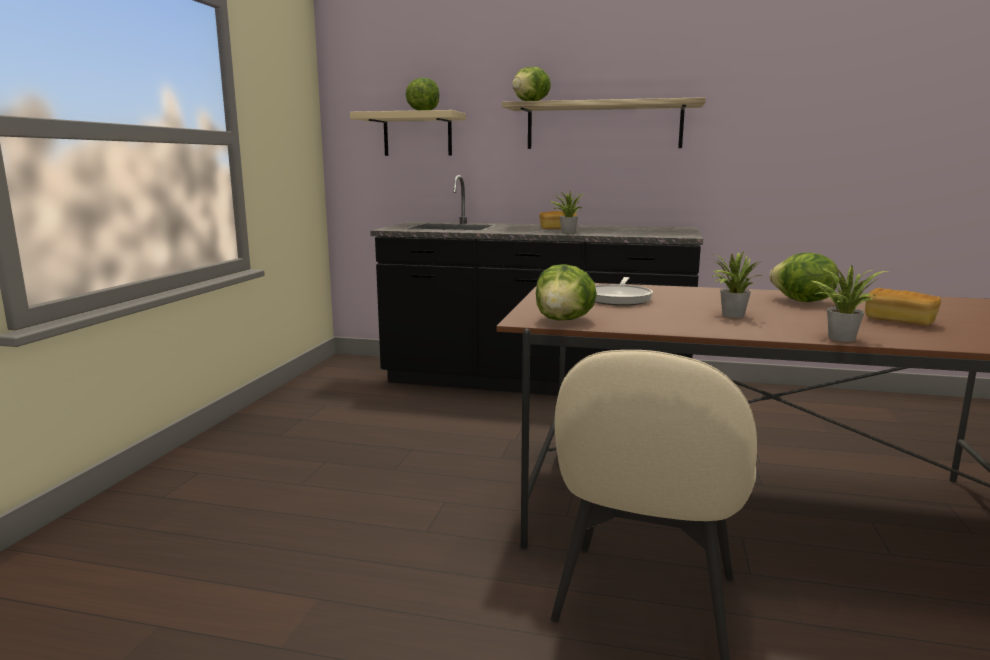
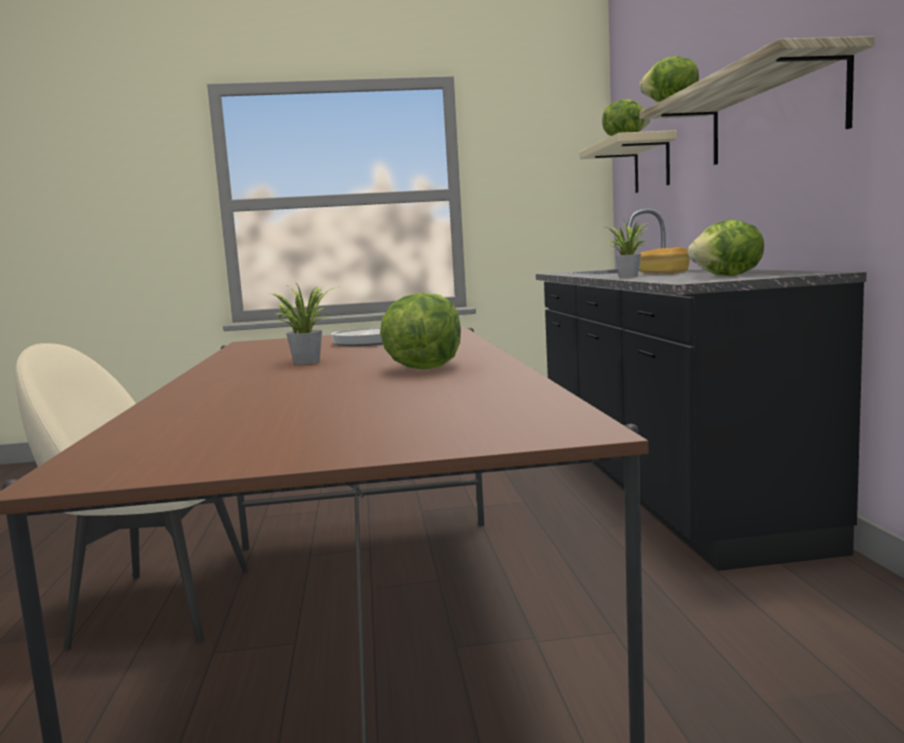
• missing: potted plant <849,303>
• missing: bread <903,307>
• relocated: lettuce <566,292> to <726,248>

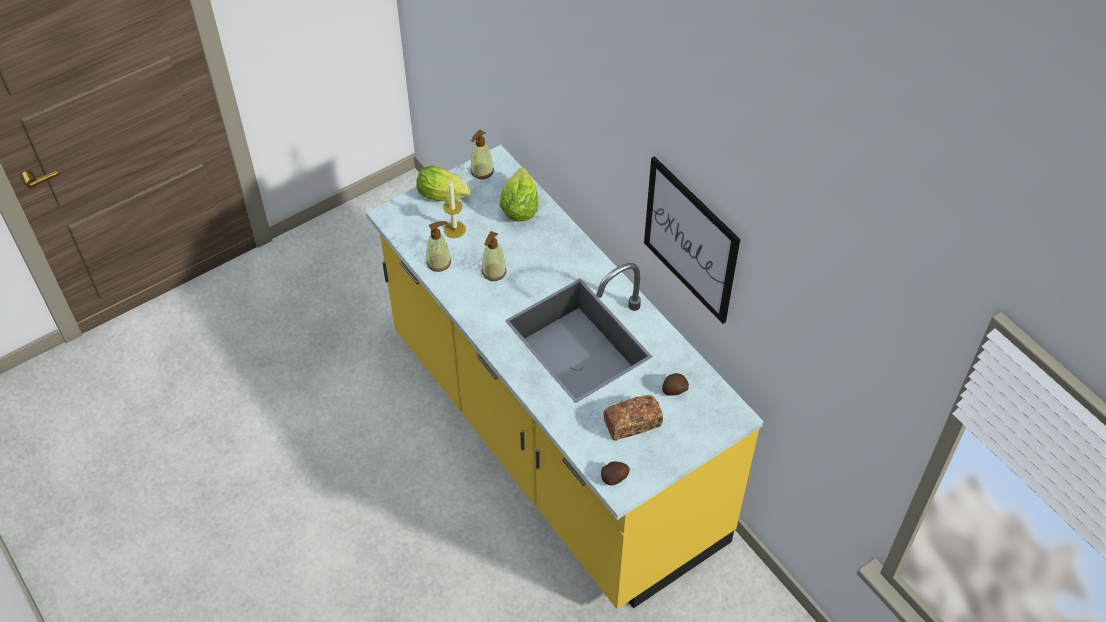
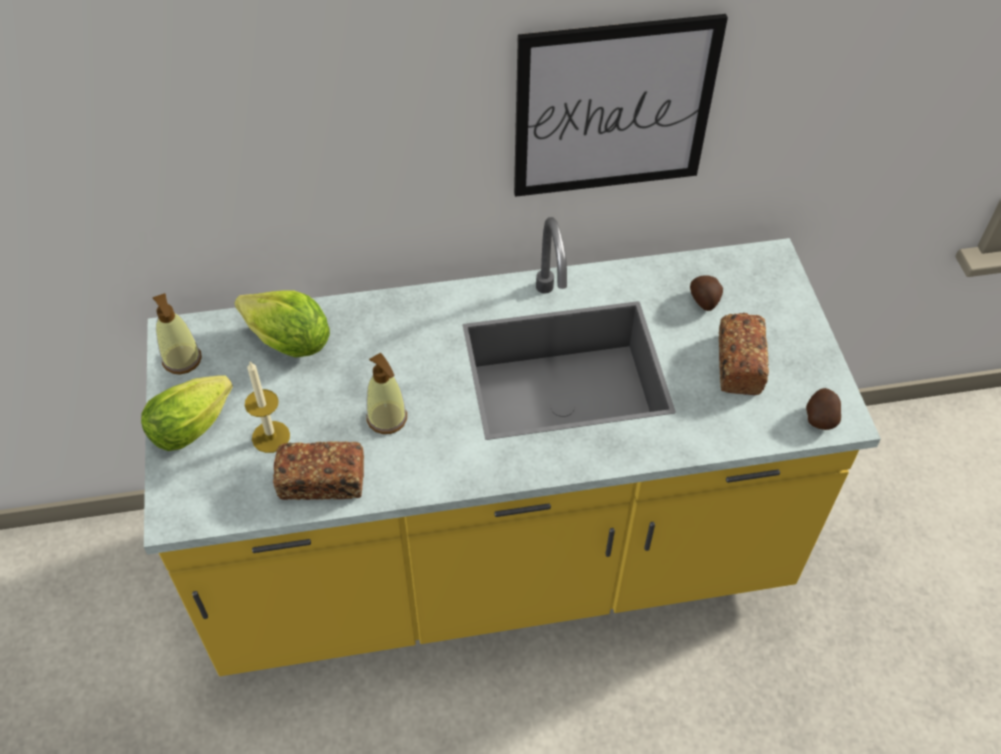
• exchanged: soap dispenser <438,246> to bread <318,470>

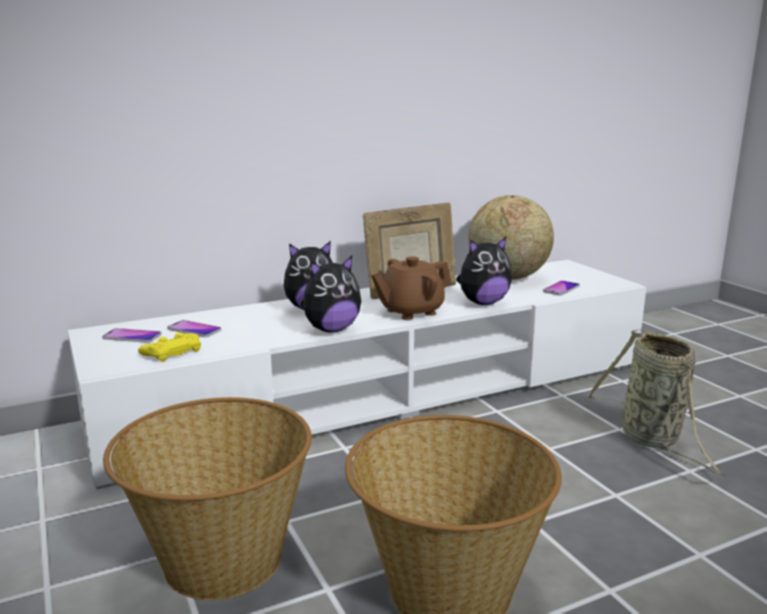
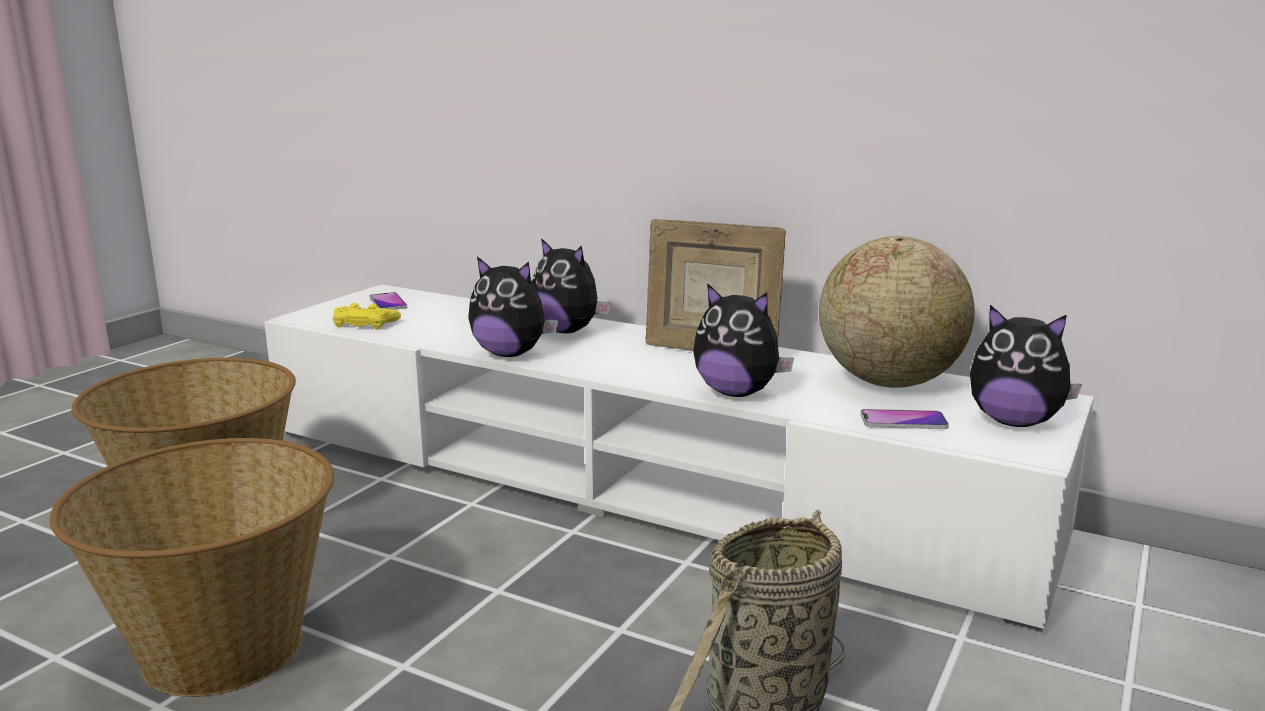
• missing: phone <194,328>
• missing: brown teapot <411,288>
• appeared: plush toy <1026,366>

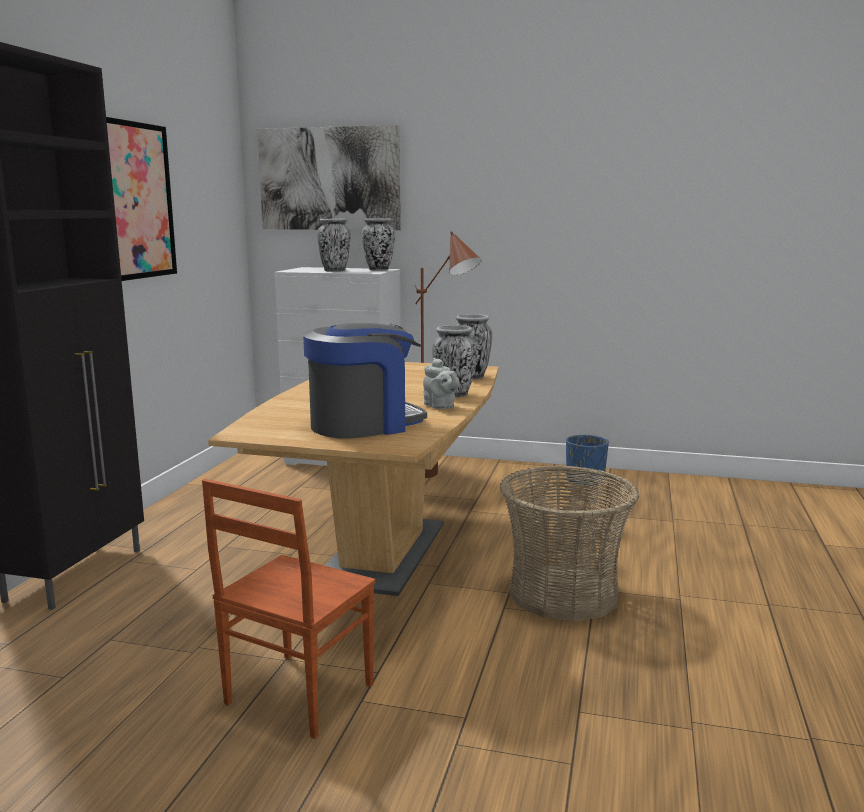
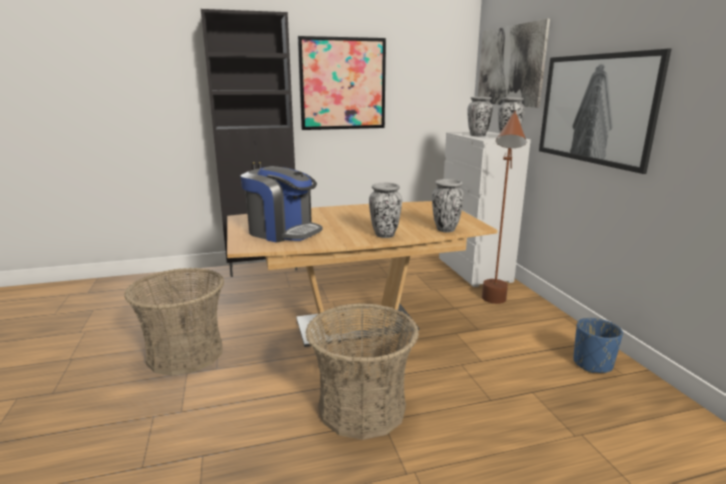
• missing: grey teapot <441,383>
• appeared: picture <605,111>
• exchanged: brown chair <288,609> to basket <174,322>

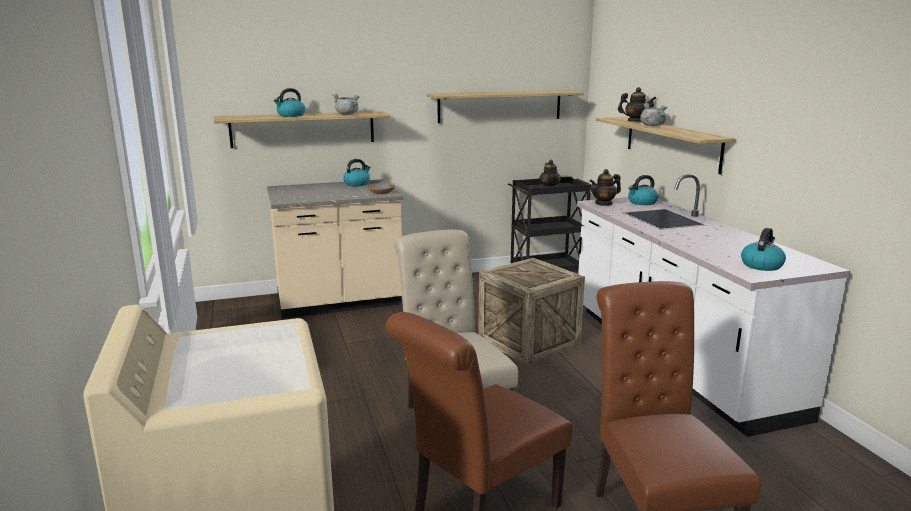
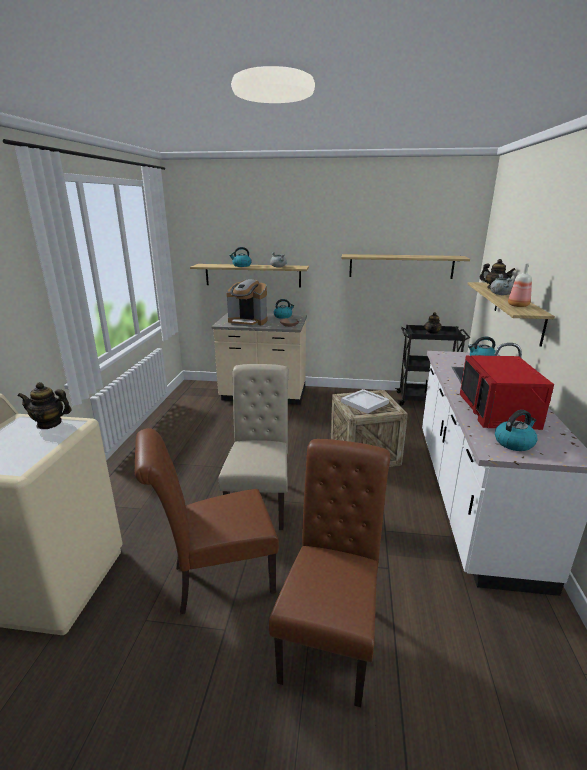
• appeared: coffee machine <246,303>
• appeared: white tray <365,401>
• appeared: red microwave <507,392>
• appeared: bottle <520,285>
• relocated: teapot <605,187> to <44,405>

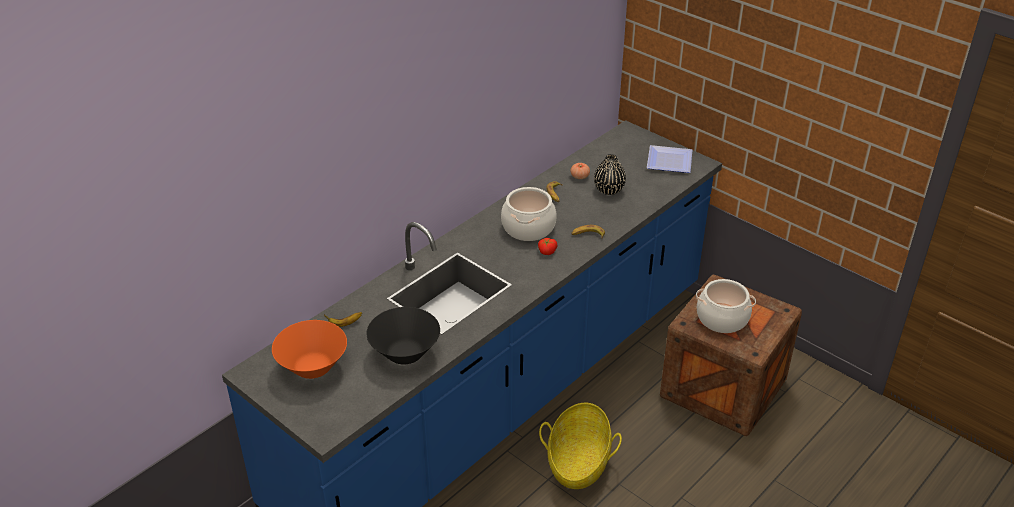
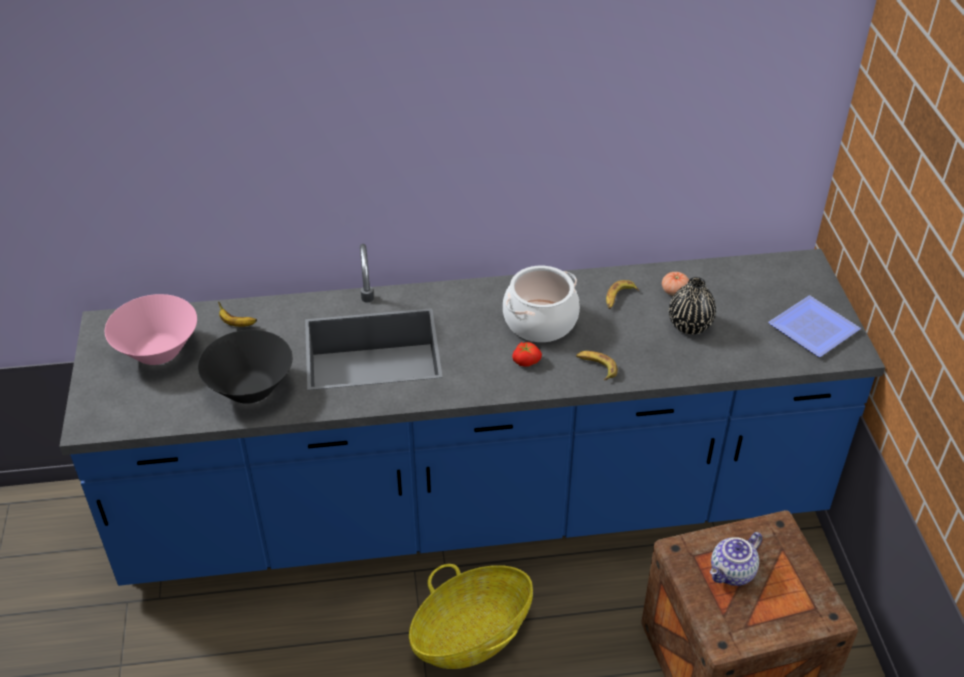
• exchanged: cooking pot <726,306> to teapot <736,559>
• colour: orange bowl <309,349> to pink bowl <151,329>

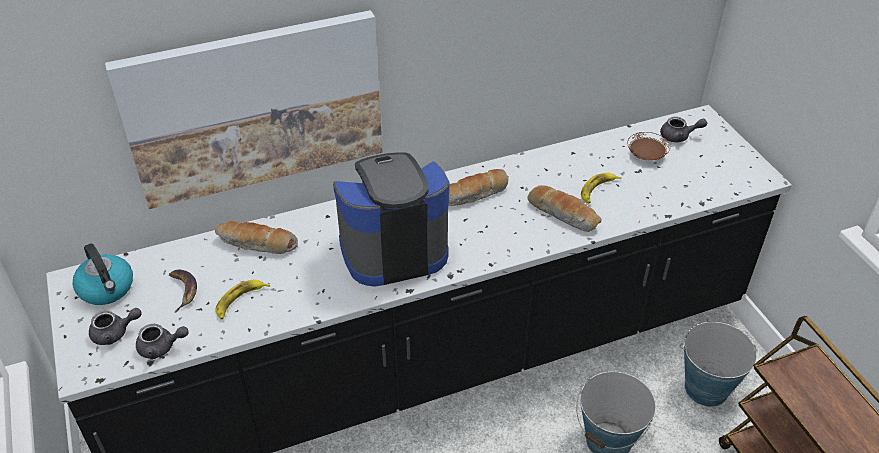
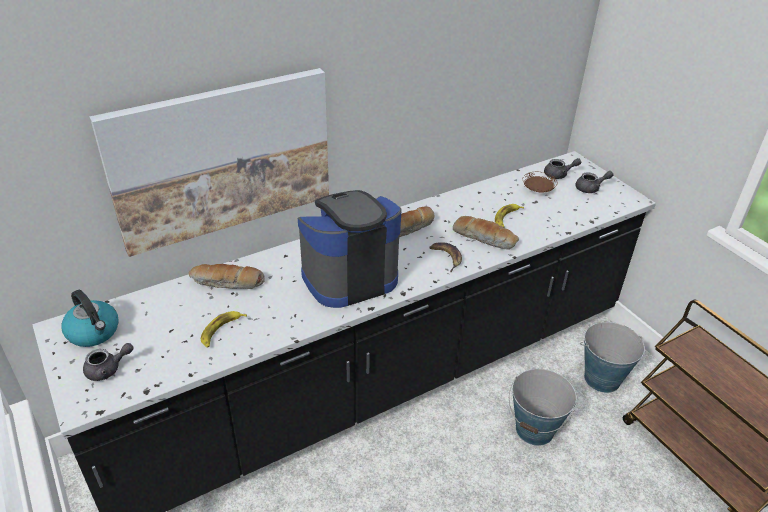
• relocated: grey teapot <162,341> to <594,182>
• relocated: banana <183,291> to <445,257>

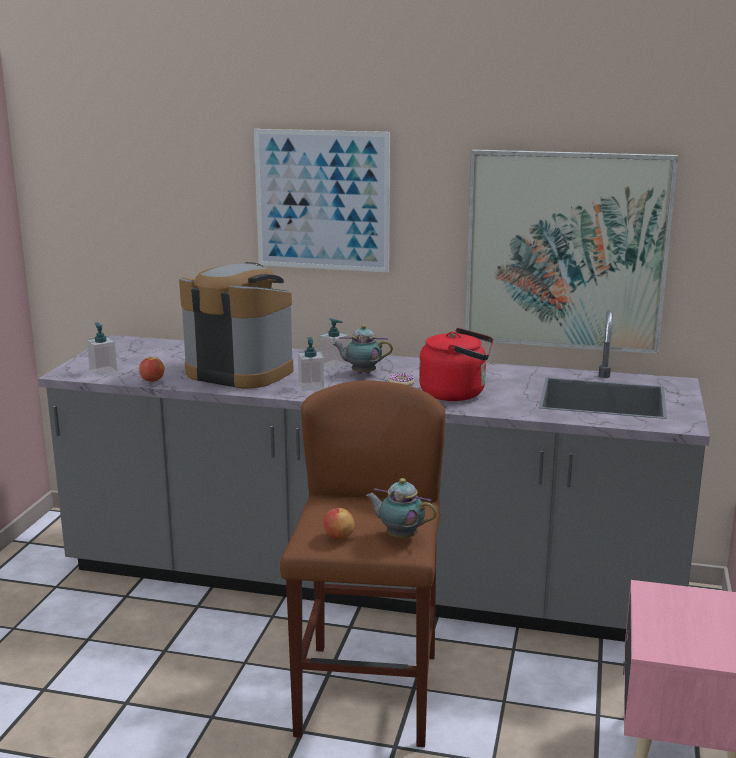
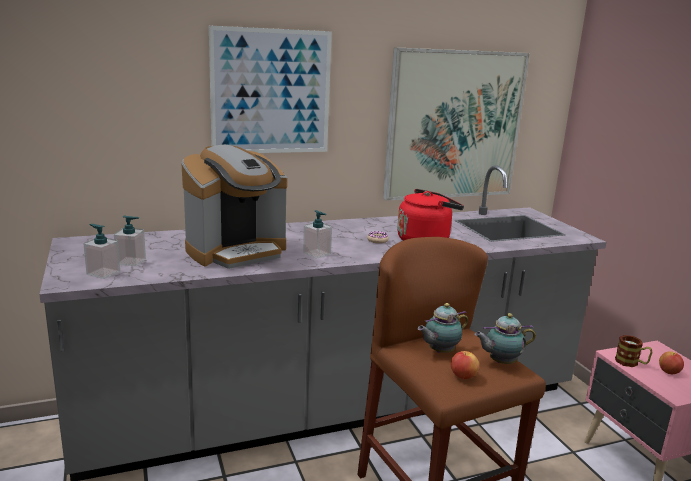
• appeared: mug <633,351>
• relocated: apple <152,369> to <671,362>
• relocated: soap dispenser <334,343> to <130,241>
• relocated: teapot <362,349> to <443,328>
• spun: coffee machine <236,325> = <234,207> 150 degrees clockwise

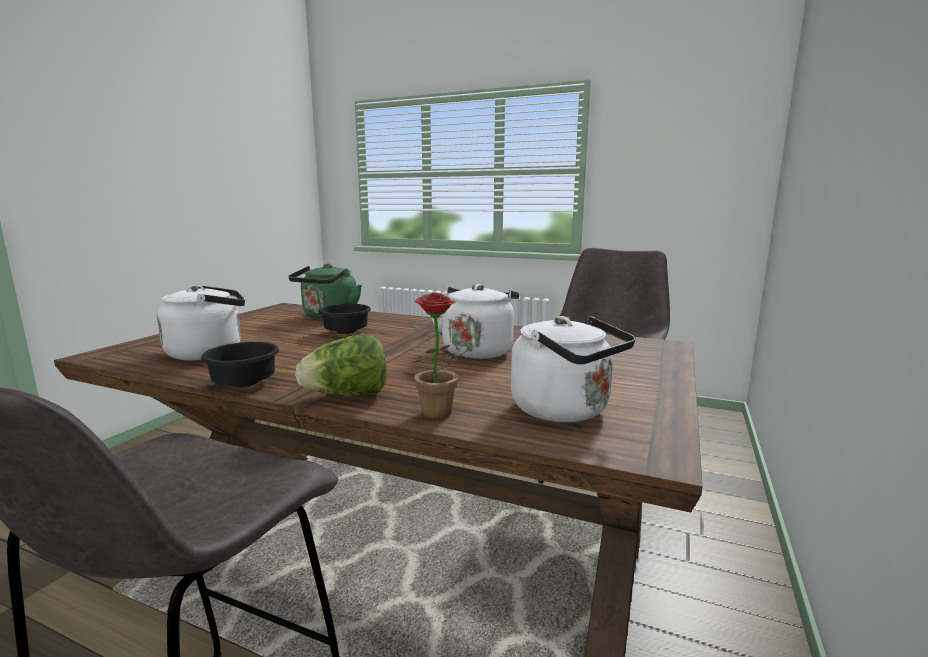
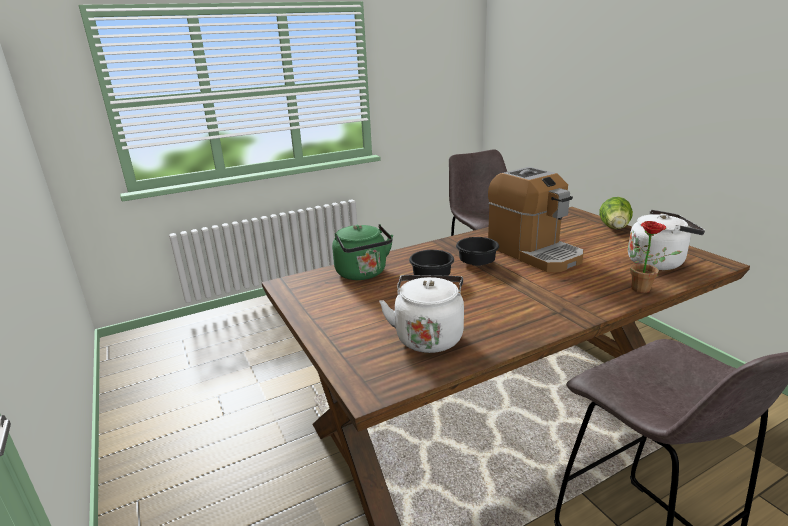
• relocated: black bowl <240,364> to <477,251>
• relocated: lettuce <341,365> to <616,213>
• exchanged: white kettle <475,321> to coffee machine <536,219>

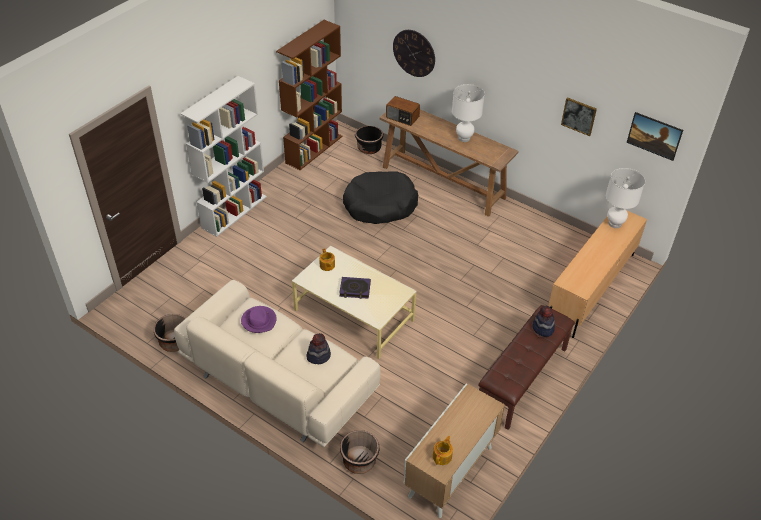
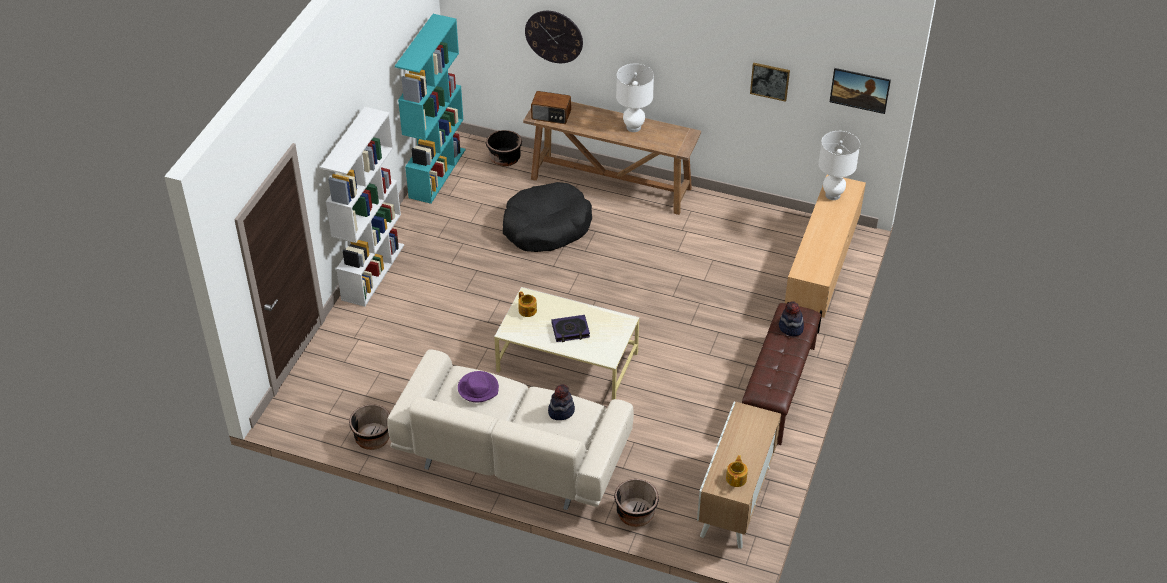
• colour: brown bookcase <309,95> to turquoise bookcase <430,109>

